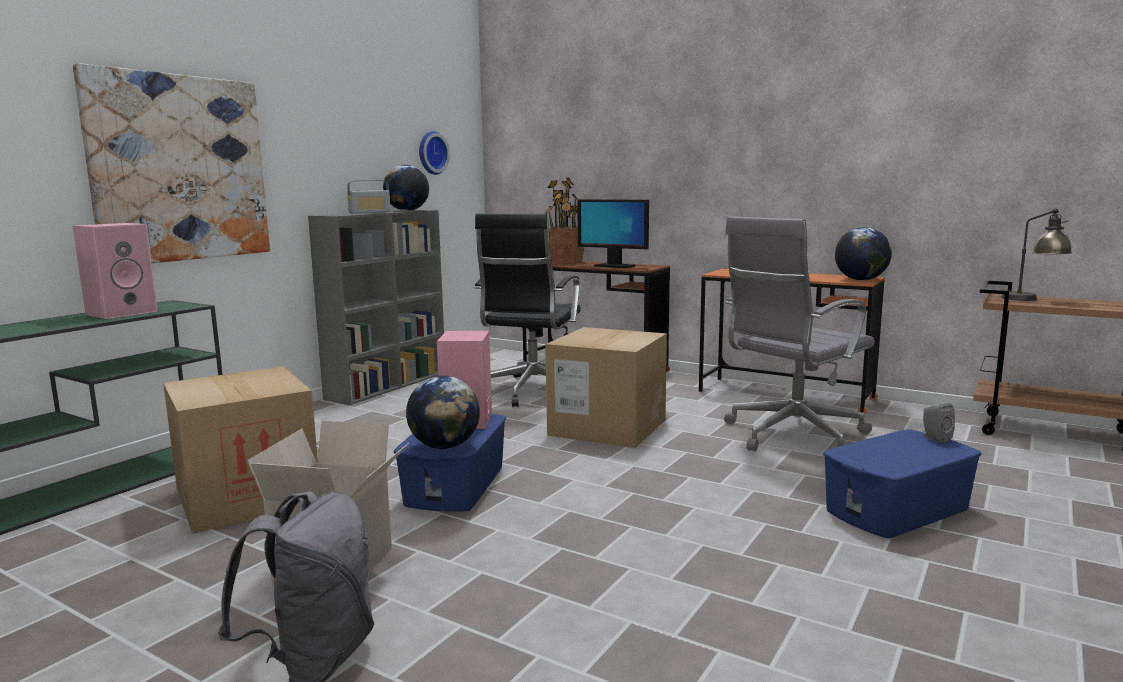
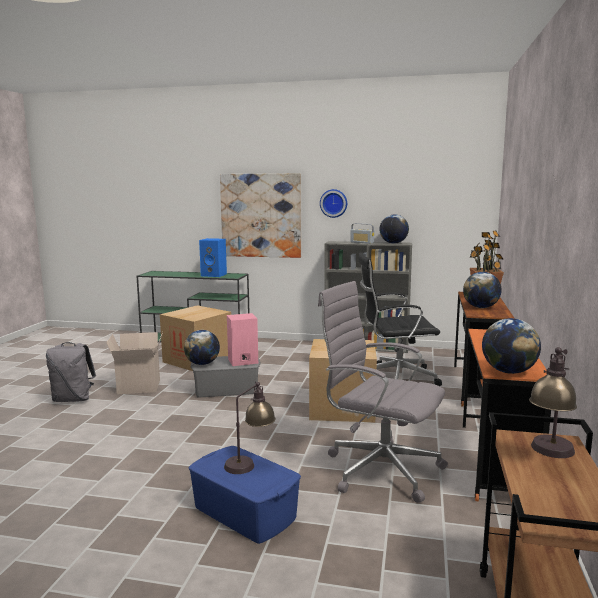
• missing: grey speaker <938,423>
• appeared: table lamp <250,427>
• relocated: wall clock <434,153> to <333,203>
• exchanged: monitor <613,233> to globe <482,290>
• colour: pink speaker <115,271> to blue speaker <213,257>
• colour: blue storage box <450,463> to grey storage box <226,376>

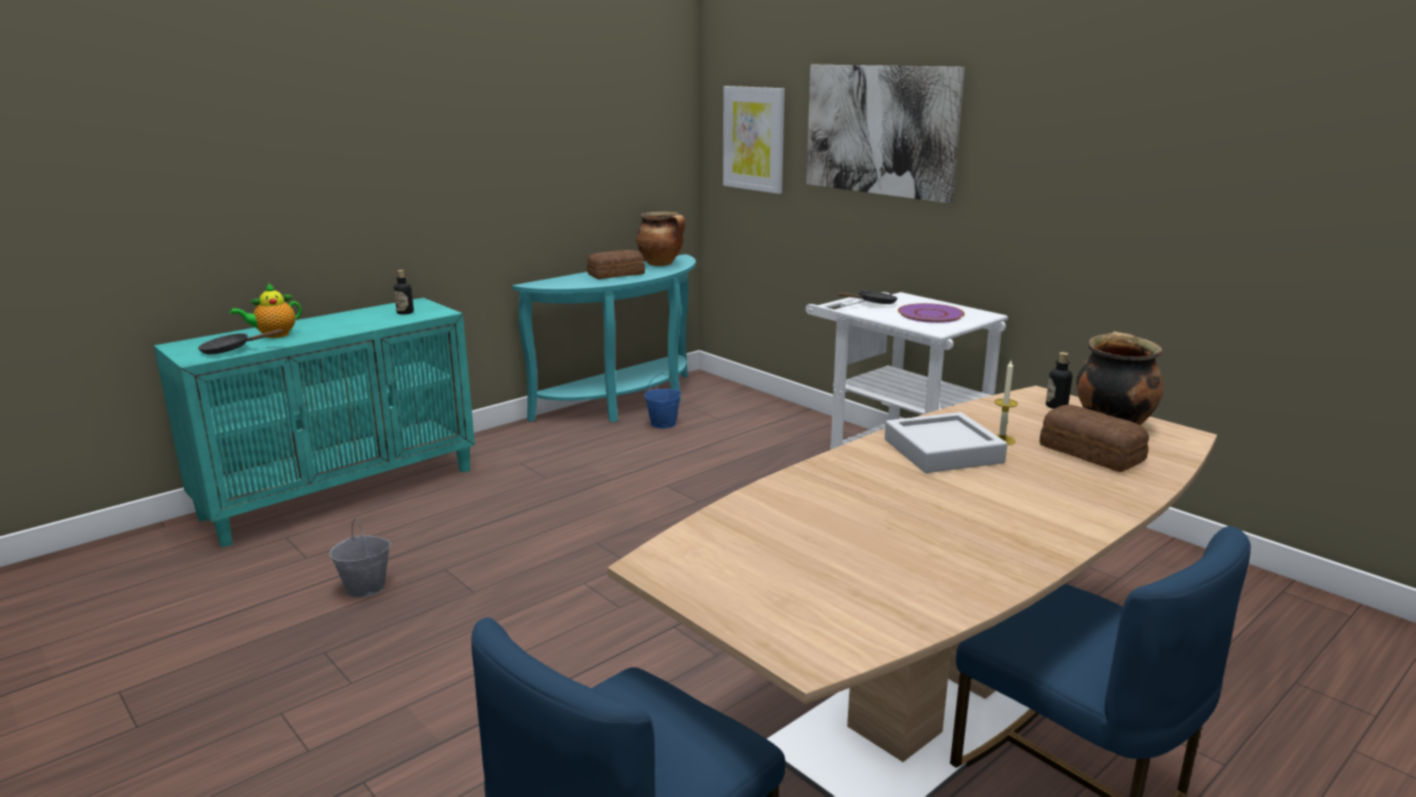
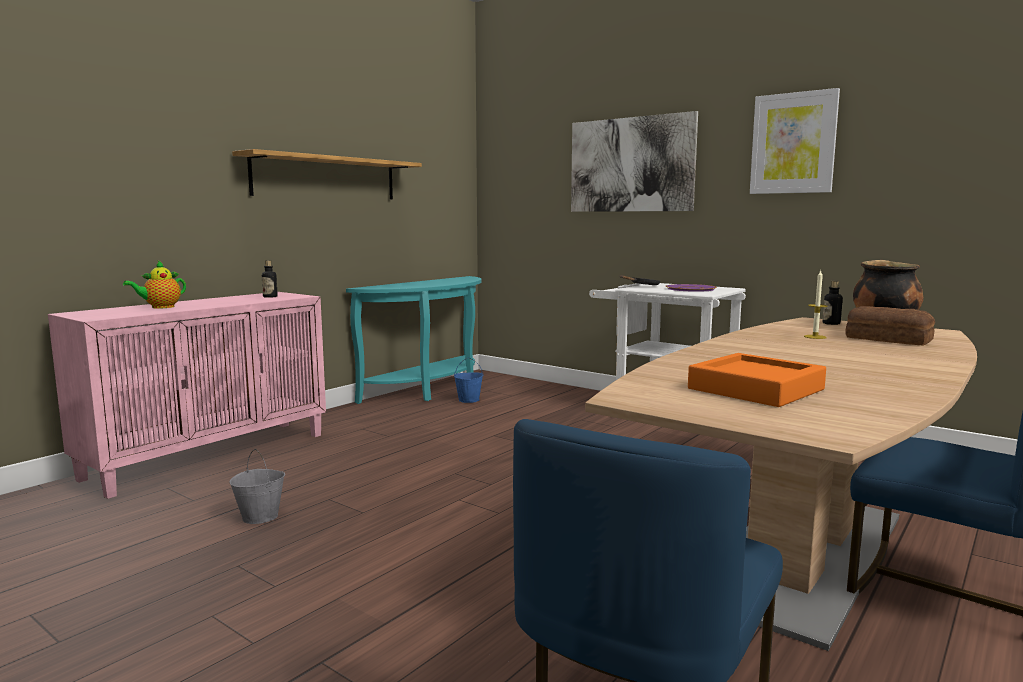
• missing: black frying pan <240,342>
• missing: bread <616,264>
• missing: cooking pot <660,238>
• missing: grey tray <946,442>
• appeared: shelf <327,174>
• appeared: orange tray <757,380>
• relocated: picture <754,140> to <795,141>
• colour: turquoise cabinet <314,422> to pink cabinet <187,395>

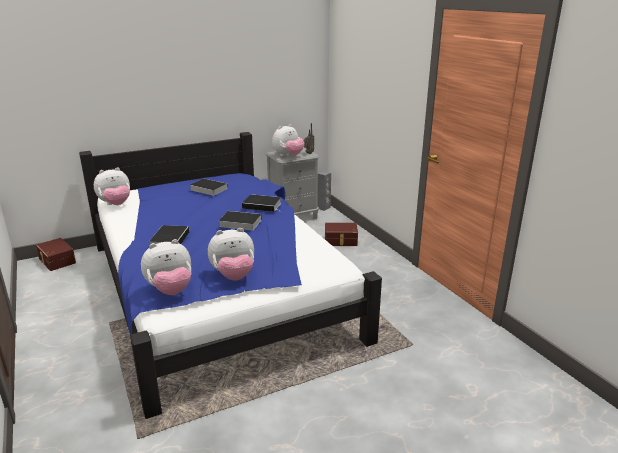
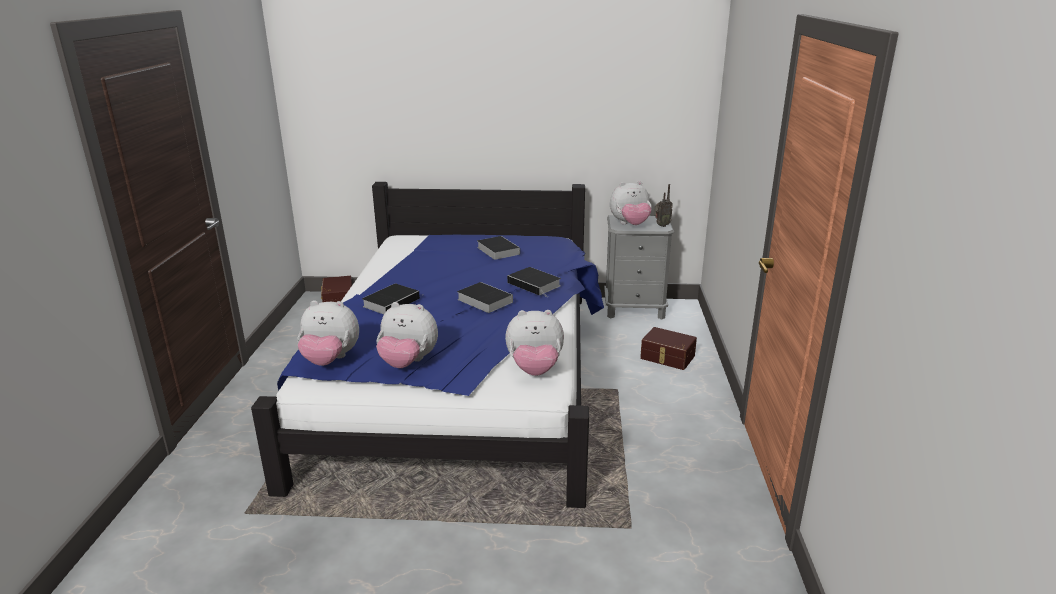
• missing: grey speaker <324,191>
• relocated: plush toy <112,186> to <534,343>

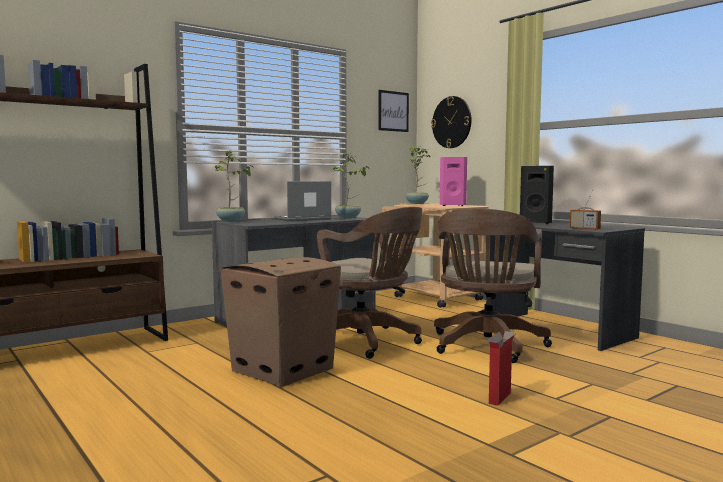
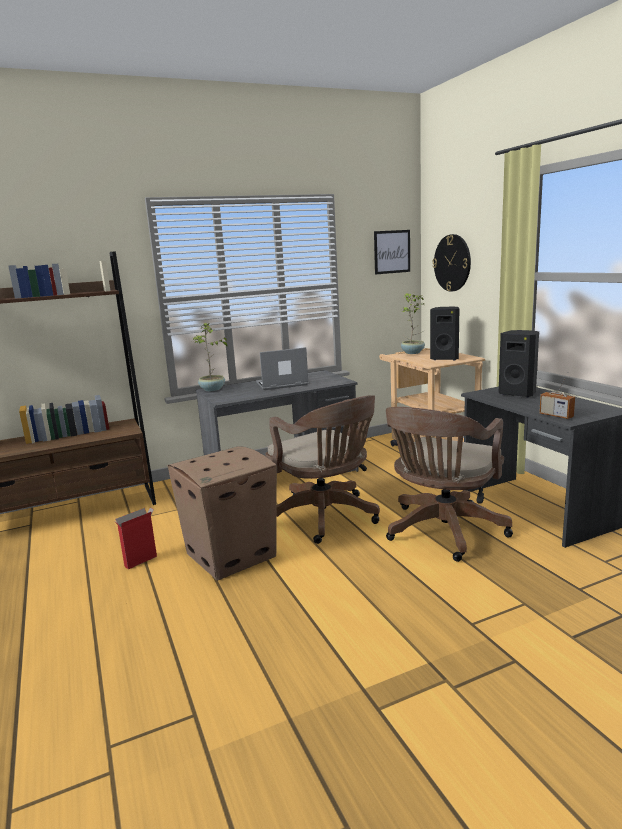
• missing: potted plant <350,185>
• relocated: cardboard box <501,368> to <136,538>
• colour: pink speaker <453,181> to black speaker <444,333>

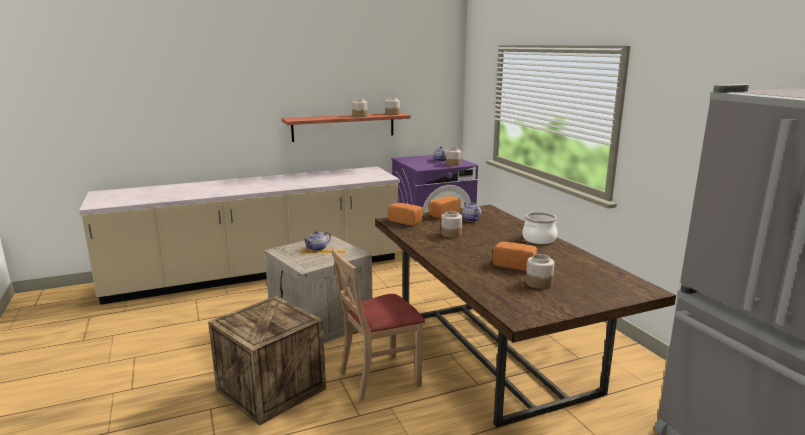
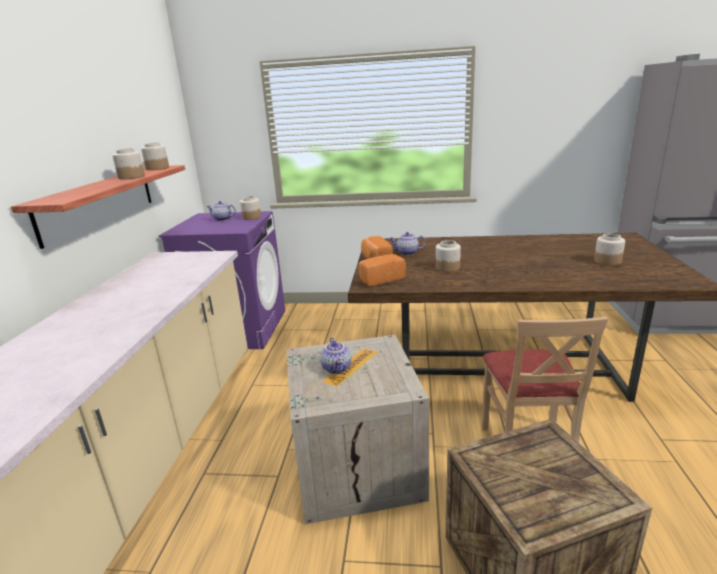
• missing: bread <515,256>
• missing: cooking pot <539,228>

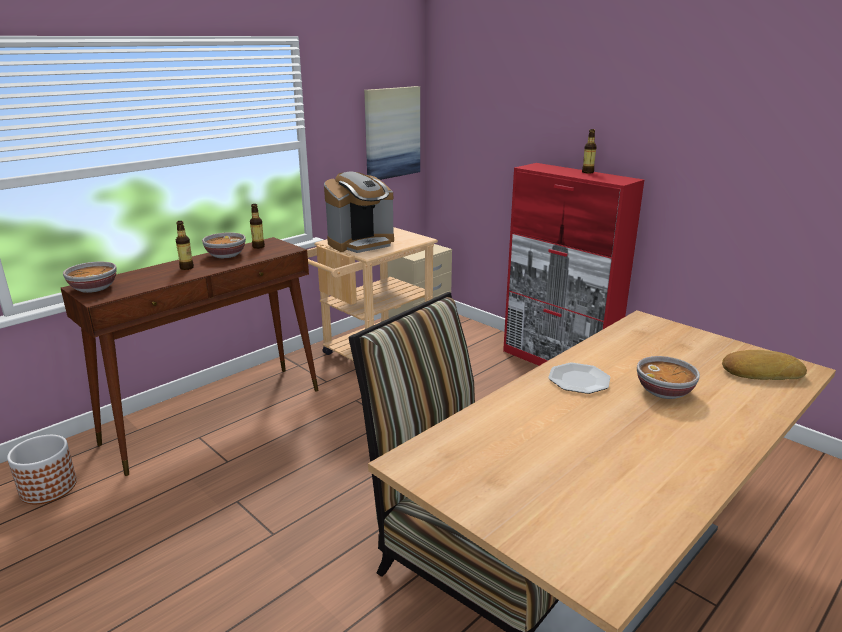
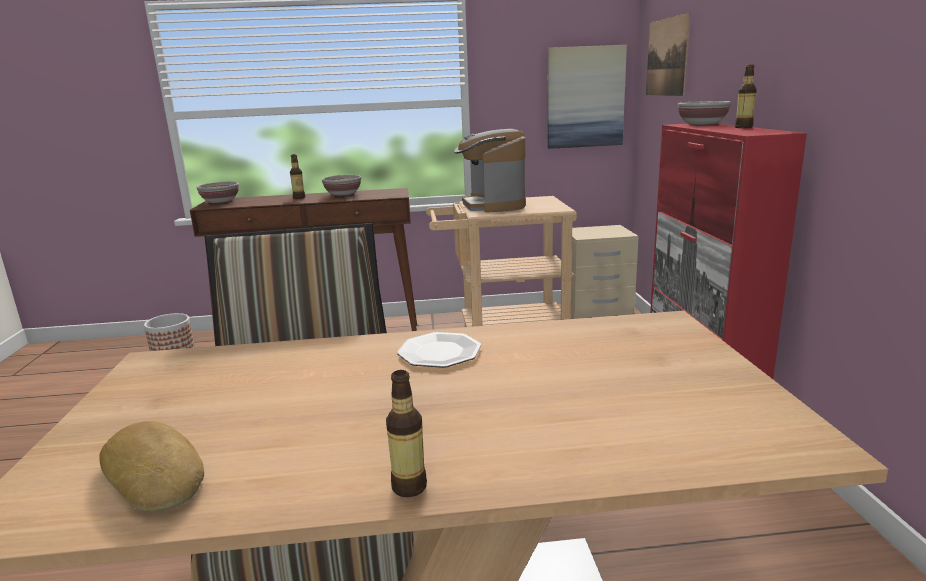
• appeared: picture <668,54>
• relocated: bottle <257,226> to <406,433>
• relocated: bowl <668,377> to <704,113>
• relocated: bread <764,365> to <151,466>
• spun: coffee machine <359,212> = <490,171> 75 degrees clockwise

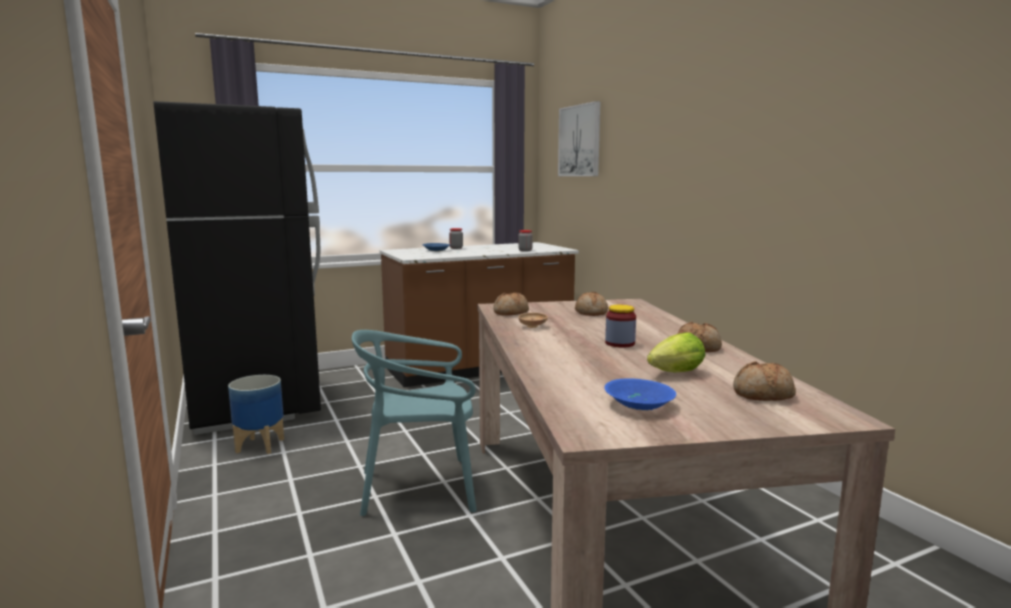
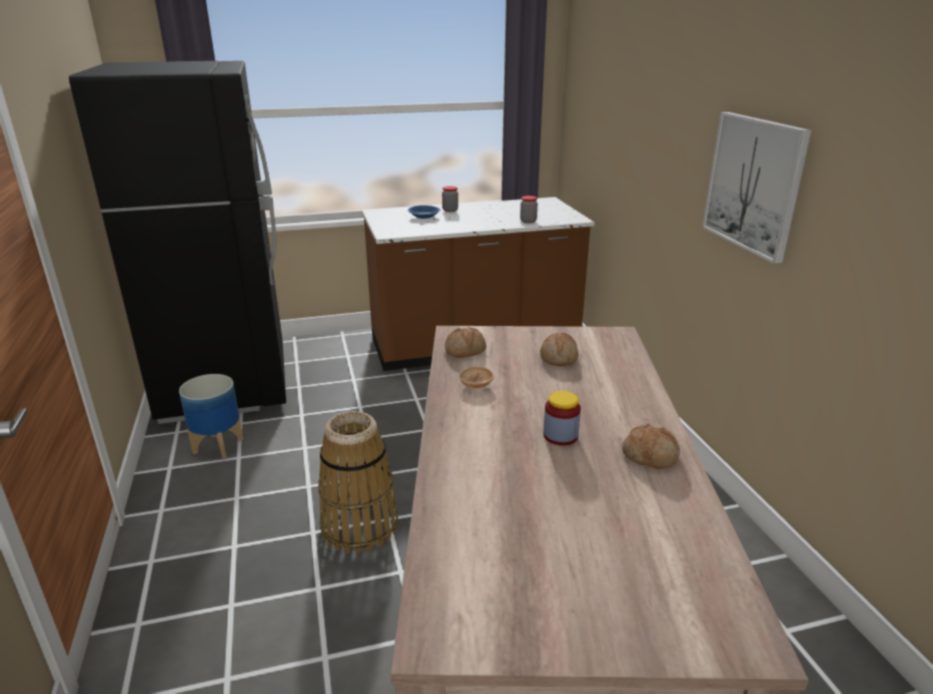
• missing: blue bowl <640,394>
• missing: lettuce <676,352>
• missing: bread <764,381>
• relocated: picture <579,138> to <757,188>
• exchanged: turquoise chair <414,423> to basket <358,482>

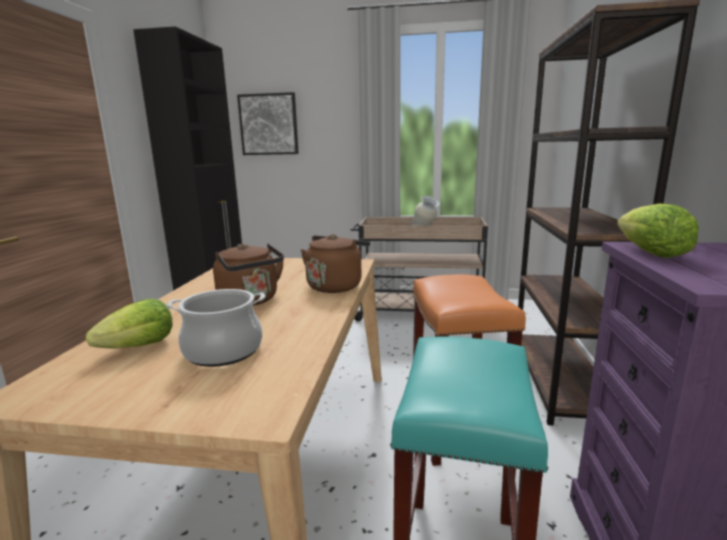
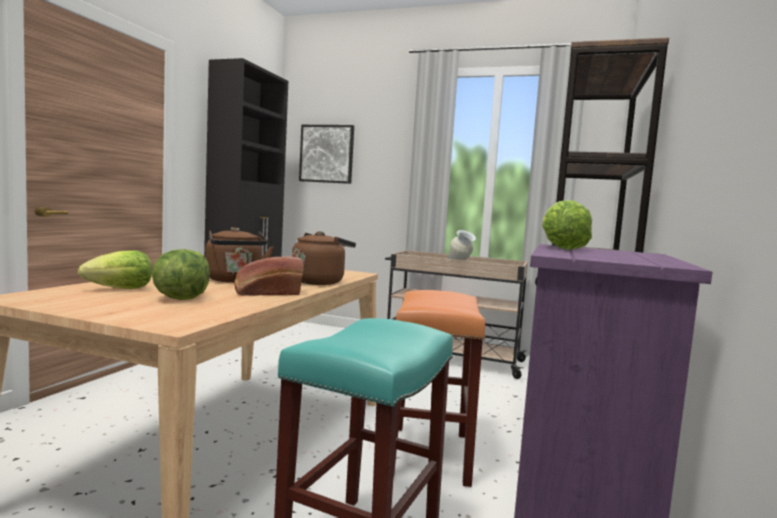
• appeared: bread <268,276>
• exchanged: cooking pot <215,328> to lettuce <181,274>

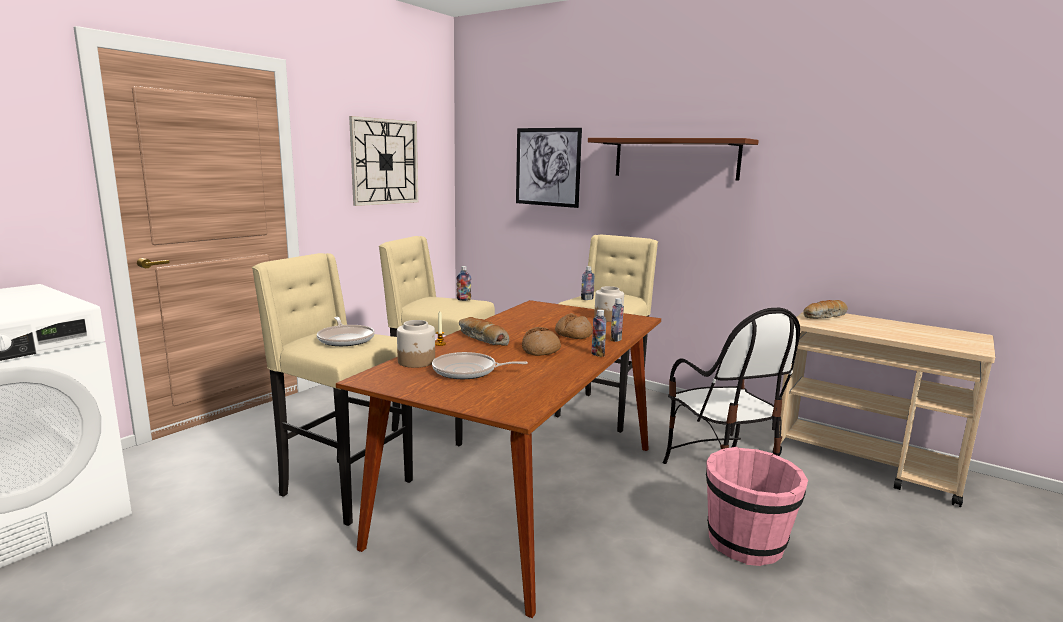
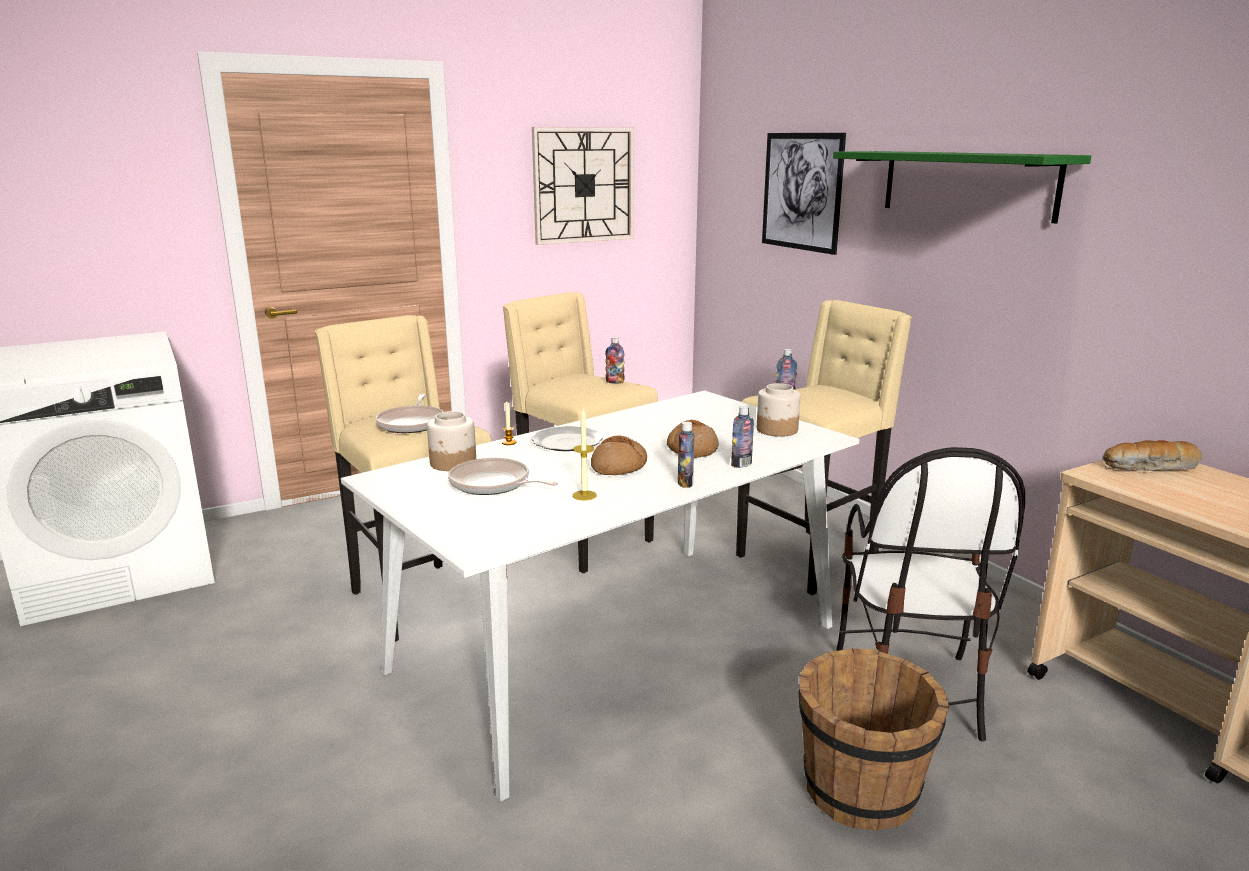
• appeared: candle <584,455>
• exchanged: bread <484,331> to plate <567,438>
• colour: brown dining table <498,459> to white dining table <600,596>
• colour: brown shelf <673,159> to green shelf <962,187>
• colour: pink bucket <757,506> to brown bucket <873,739>

